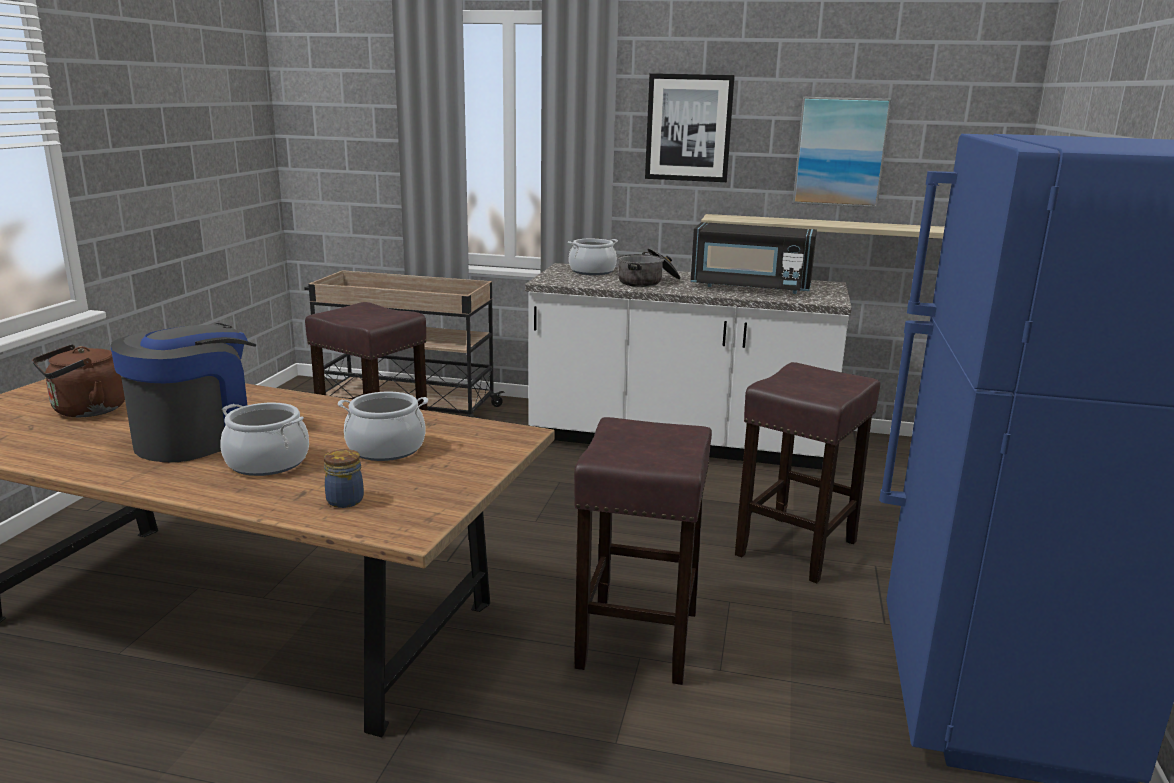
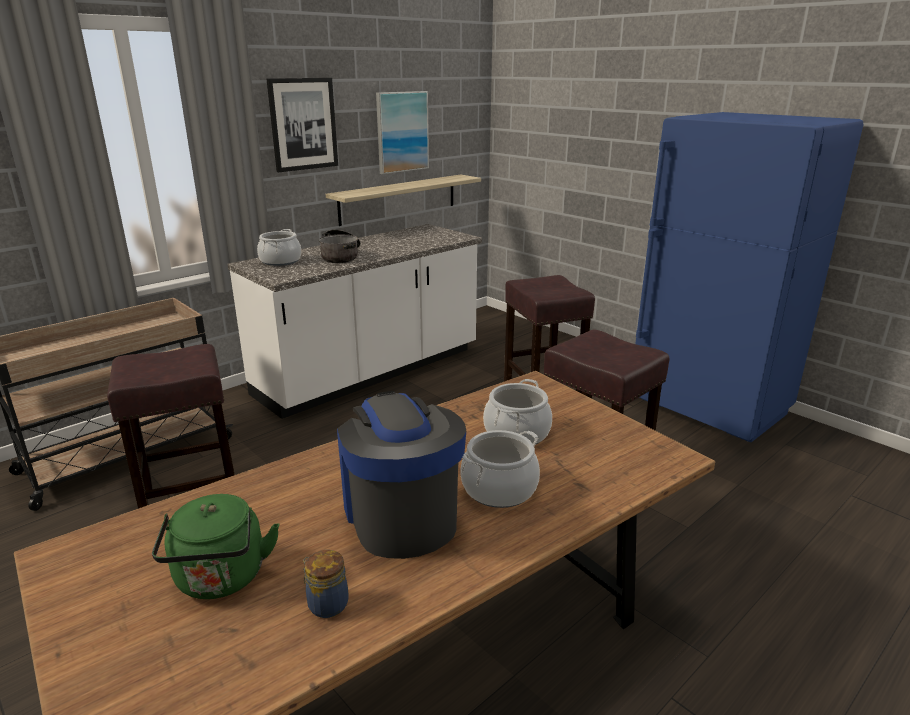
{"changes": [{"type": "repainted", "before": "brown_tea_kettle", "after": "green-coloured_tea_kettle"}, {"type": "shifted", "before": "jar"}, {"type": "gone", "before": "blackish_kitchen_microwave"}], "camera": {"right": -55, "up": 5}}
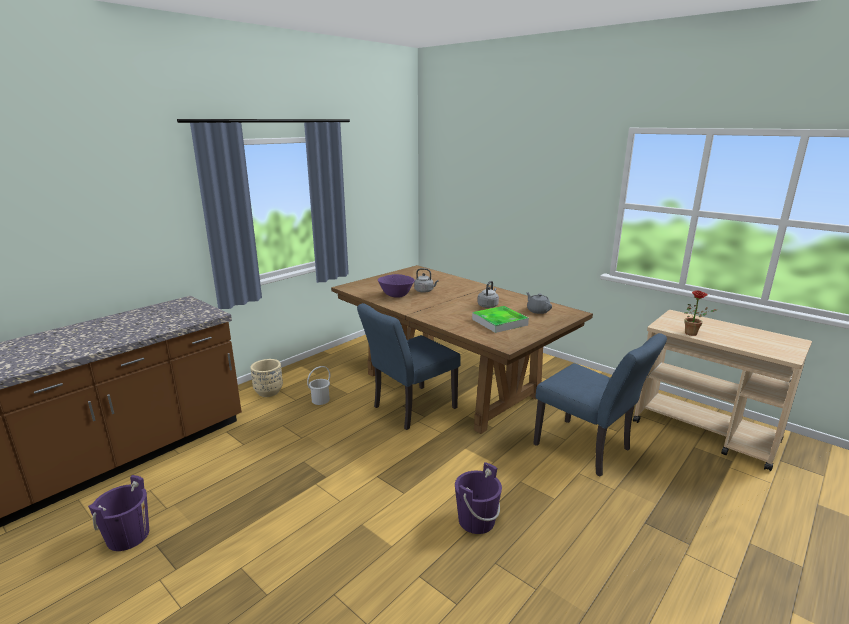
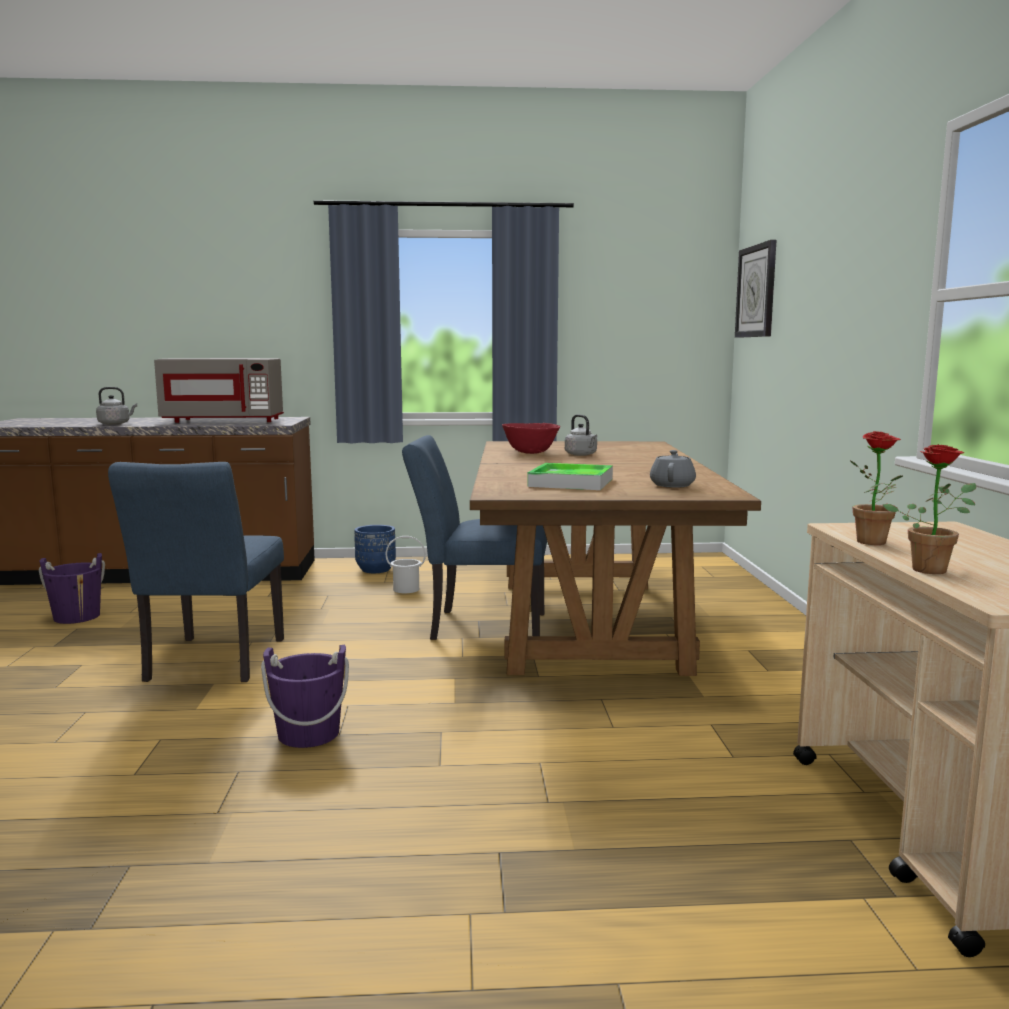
{"changes": [{"type": "shifted", "before": "greyish_tea_kettle (no. 2 from left in the first image)", "after": "greyish_tea_kettle (no. 1 from left)"}, {"type": "shifted", "before": "bluish_chair (no. 2 from left in the first image)", "after": "bluish_chair (no. 1 from left)"}, {"type": "new", "after": "greyish_kitchen_microwave"}, {"type": "repainted", "before": "beige_plant_pot", "after": "bluish_plant_pot"}, {"type": "repainted", "before": "purple_serving_bowl", "after": "red_serving_bowl"}, {"type": "new", "after": "wall_clock"}, {"type": "new", "after": "plant_in_a_pot (no. 2 from left)"}], "camera": {"right": 45, "up": -10}}
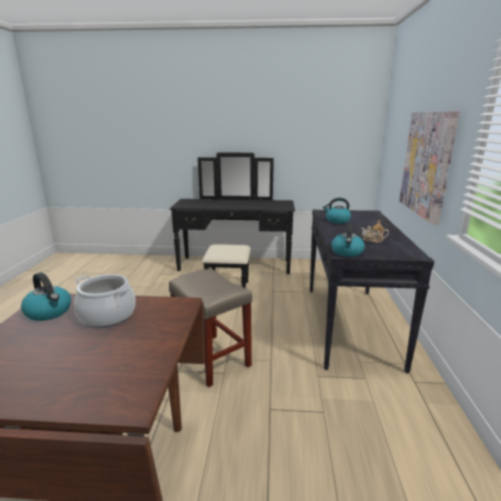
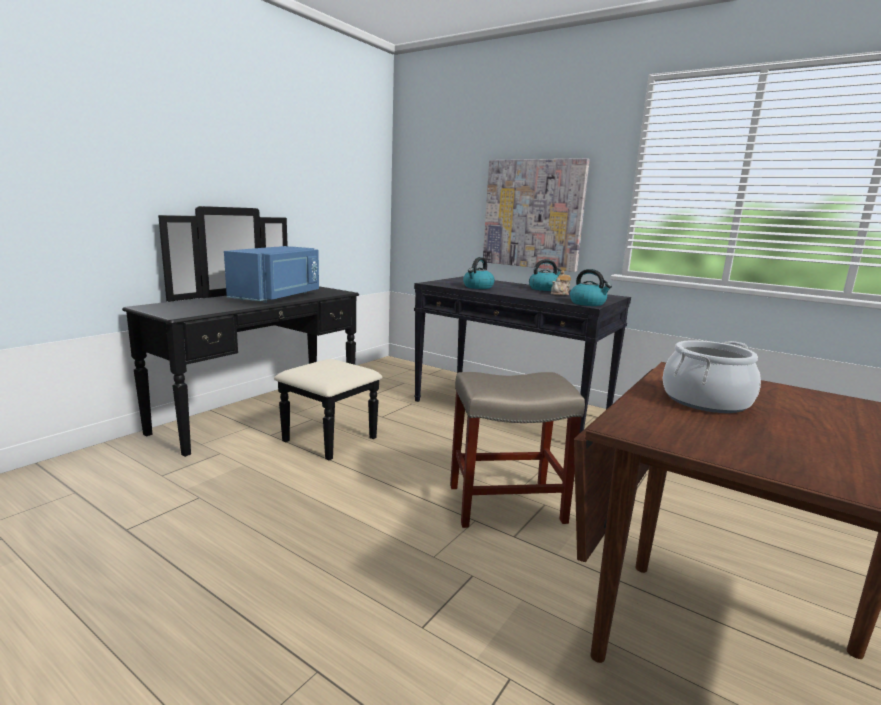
{"changes": [{"type": "new", "after": "bluish_kitchen_microwave"}, {"type": "shifted", "before": "tea_kettle (no. 1 from left in the first image)", "after": "tea_kettle (no. 2 from left)"}], "camera": {"right": -60, "up": -5}}
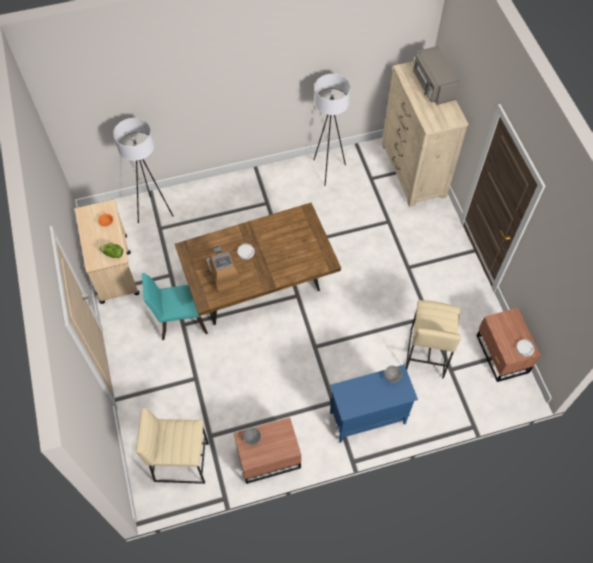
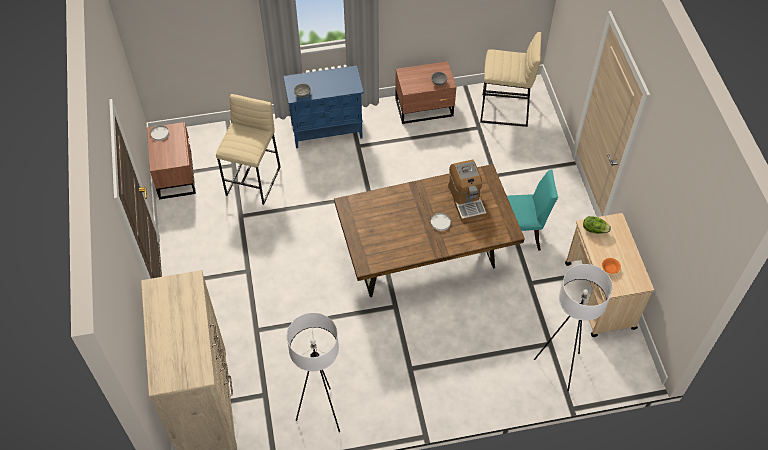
{"changes": [{"type": "gone", "before": "greyish_kitchen_microwave"}], "camera": {"right": -175, "up": -5}}
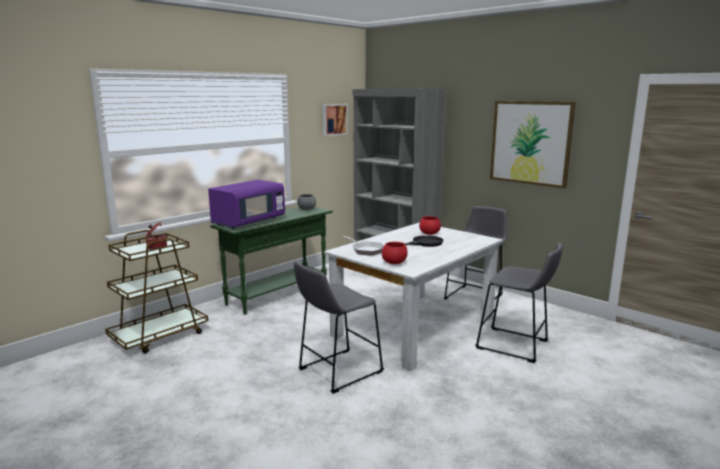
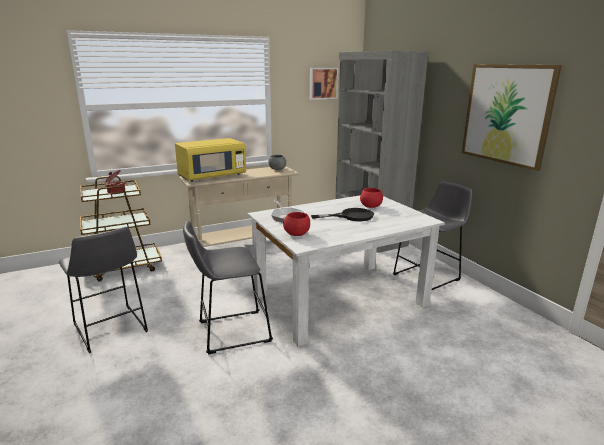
{"changes": [{"type": "shifted", "before": "greyish_sitting_stool (no. 3 from left in the first image)", "after": "greyish_sitting_stool (no. 1 from left)"}, {"type": "repainted", "before": "purple_kitchen_microwave", "after": "yellowish_kitchen_microwave"}, {"type": "repainted", "before": "green-coloured_hall_table", "after": "beige_hall_table"}], "camera": {"right": 20, "up": 5}}
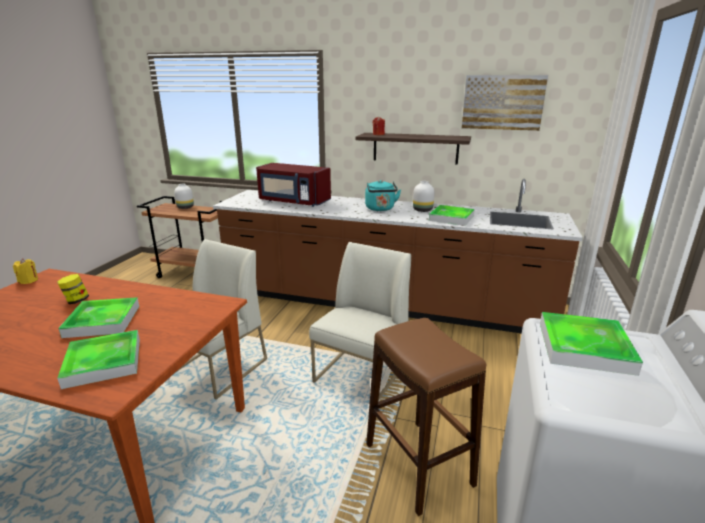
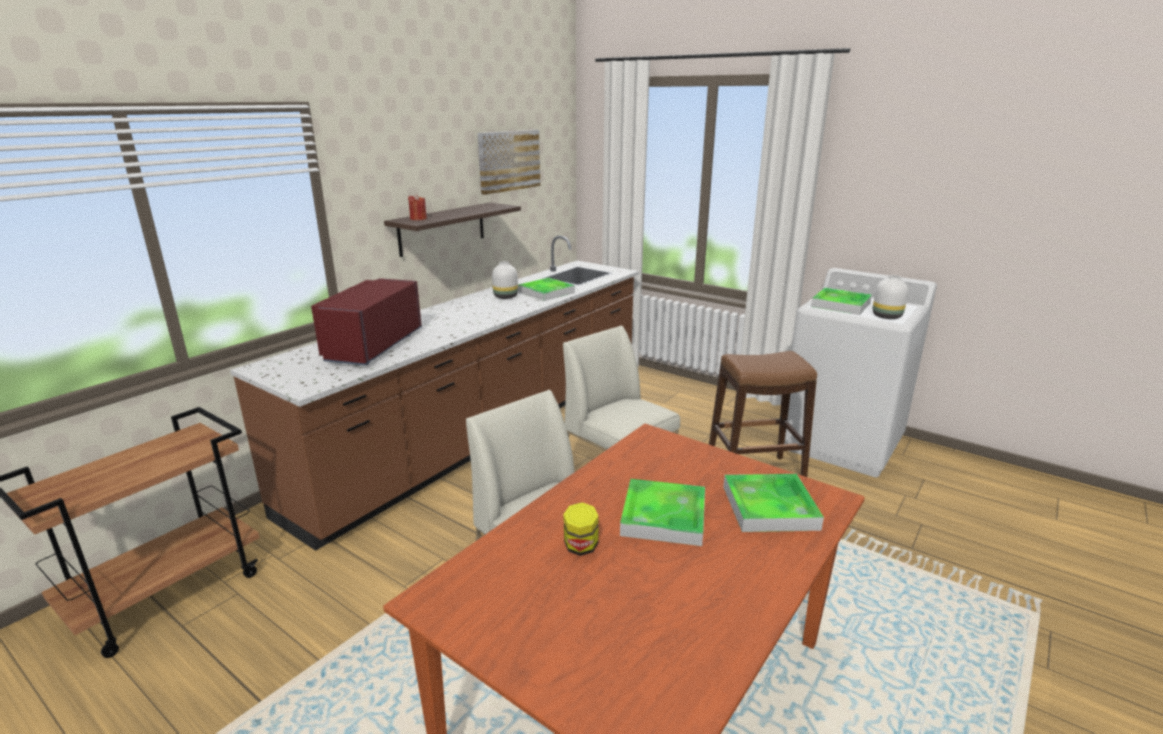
{"changes": [{"type": "rotated", "before": "red_kitchen_microwave", "turn": 150}, {"type": "shifted", "before": "white_flower_vase (no. 1 from left in the first image)", "after": "white_flower_vase (no. 2 from left)"}, {"type": "gone", "before": "yellowish_wax_light"}, {"type": "gone", "before": "turquoise_tea_kettle"}], "camera": {"right": -70, "up": 0}}
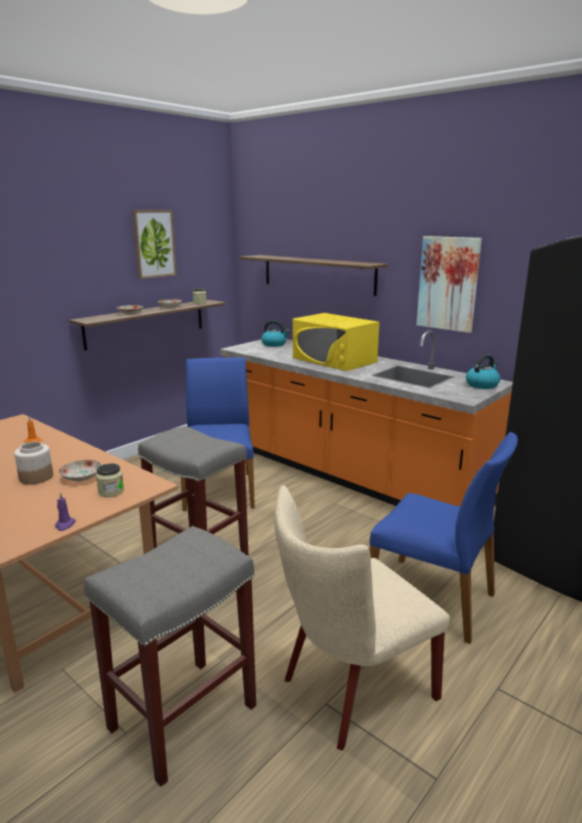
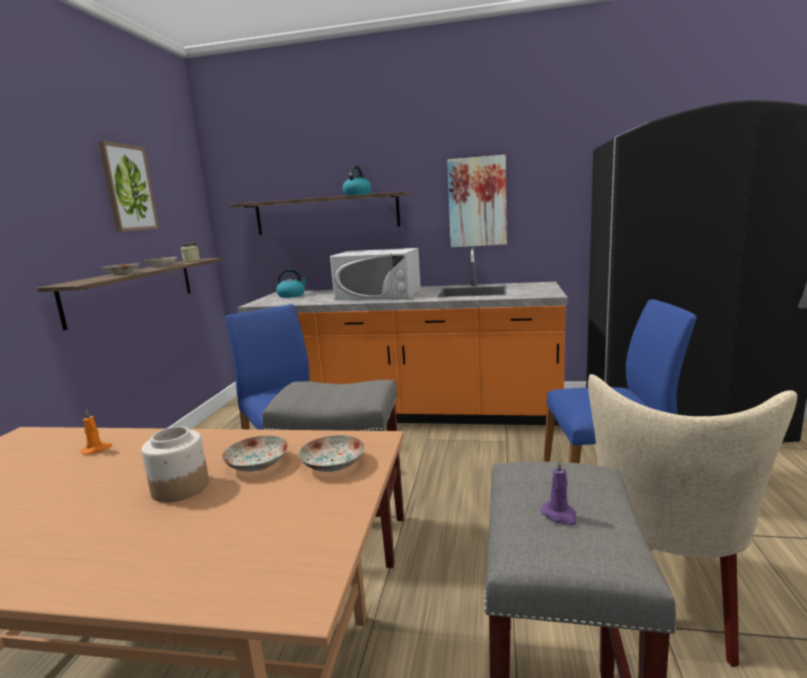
{"changes": [{"type": "swapped", "before": "jar (no. 2 from left)", "after": "dinner_plate (no. 4 from left)"}, {"type": "repainted", "before": "yellowish_kitchen_microwave", "after": "white_kitchen_microwave"}, {"type": "shifted", "before": "tea_kettle (no. 2 from left)"}, {"type": "shifted", "before": "purple_wax_light"}], "camera": {"right": -30, "up": -5}}
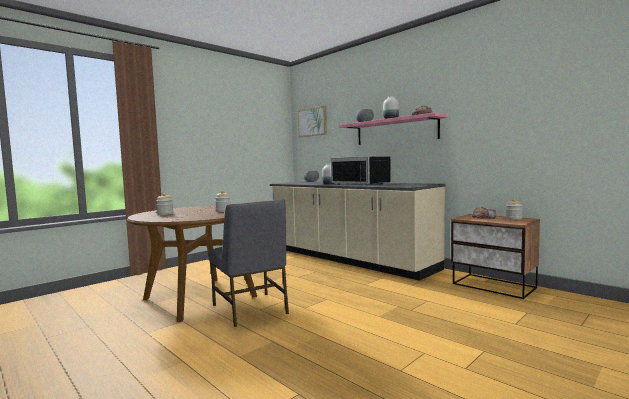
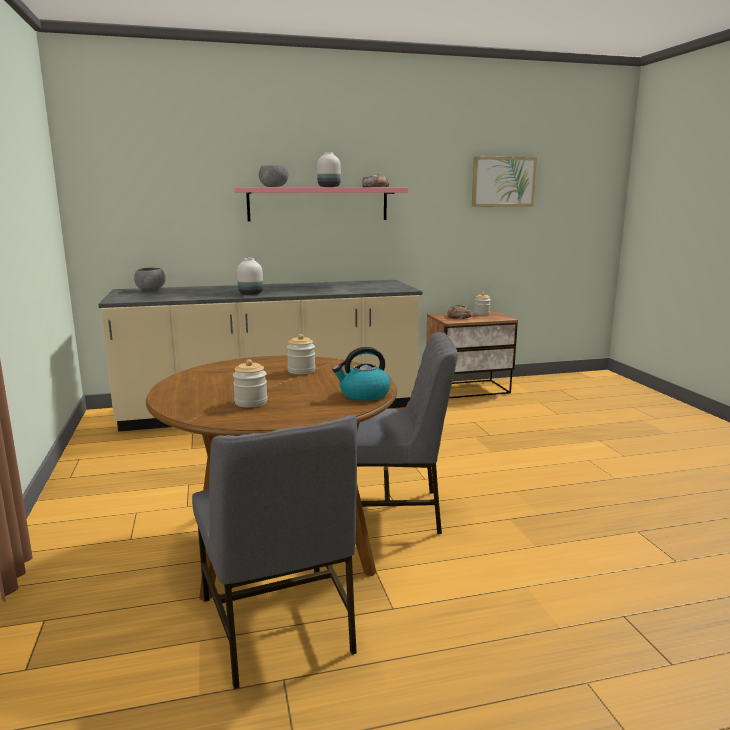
{"changes": [{"type": "new", "after": "greyish_chair (no. 1 from left)"}, {"type": "new", "after": "tea_kettle"}, {"type": "shifted", "before": "wall_art"}, {"type": "gone", "before": "blackish_kitchen_microwave"}], "camera": {"right": -60, "up": 10}}
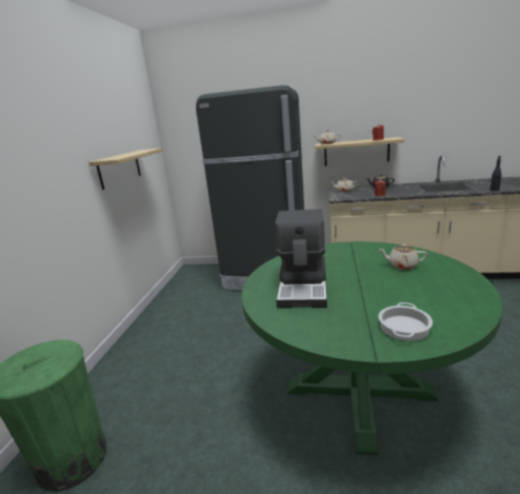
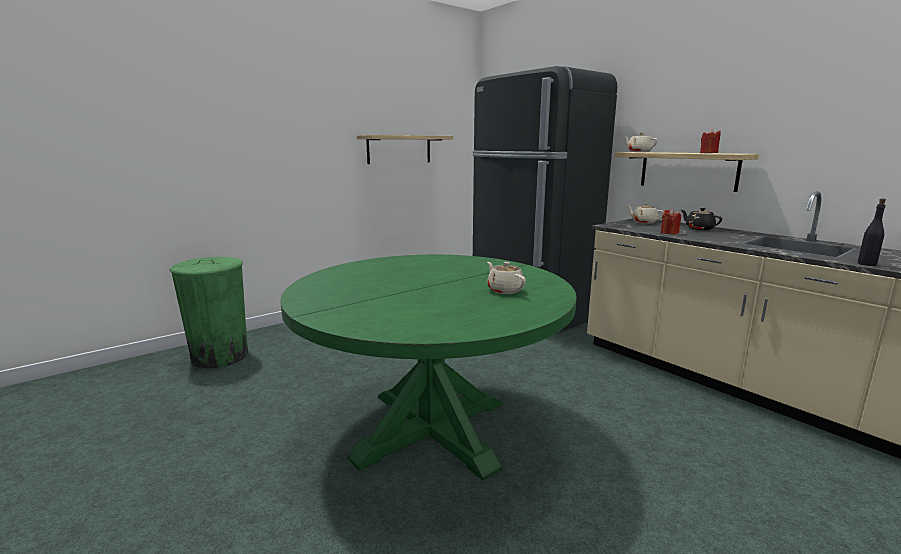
{"changes": [{"type": "gone", "before": "coffee_brewer"}, {"type": "gone", "before": "stockpot"}], "camera": {"right": 40, "up": -5}}
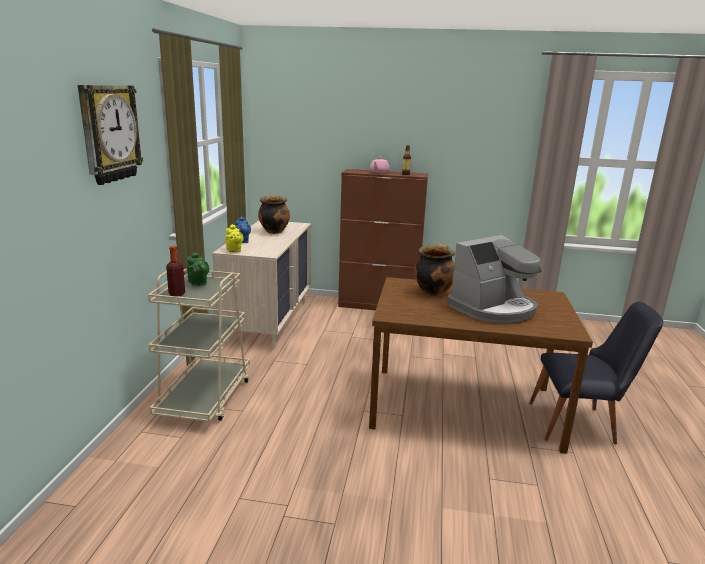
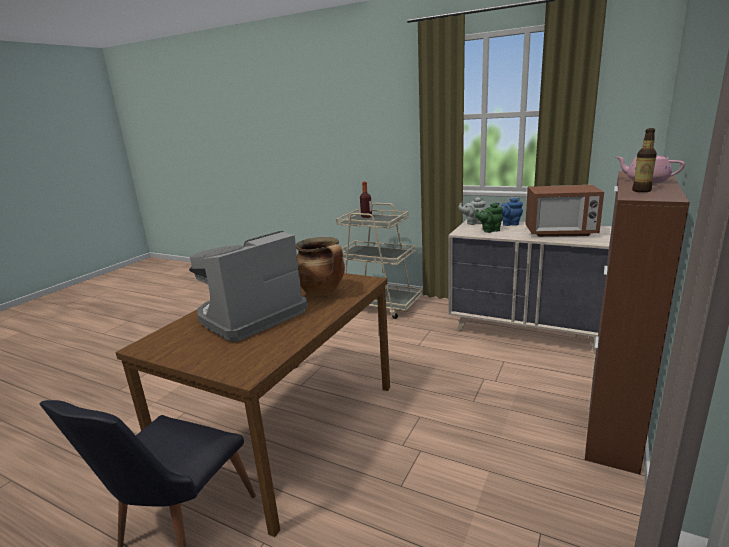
{"changes": [{"type": "rotated", "before": "coffee_brewer", "turn": 60}, {"type": "repainted", "before": "yellowish_tea_pot", "after": "greyish_tea_pot"}, {"type": "shifted", "before": "green-coloured_tea_pot"}, {"type": "swapped", "before": "stockpot (no. 1 from left)", "after": "kitchen_microwave"}, {"type": "gone", "before": "wall_clock"}], "camera": {"right": 110, "up": 0}}
